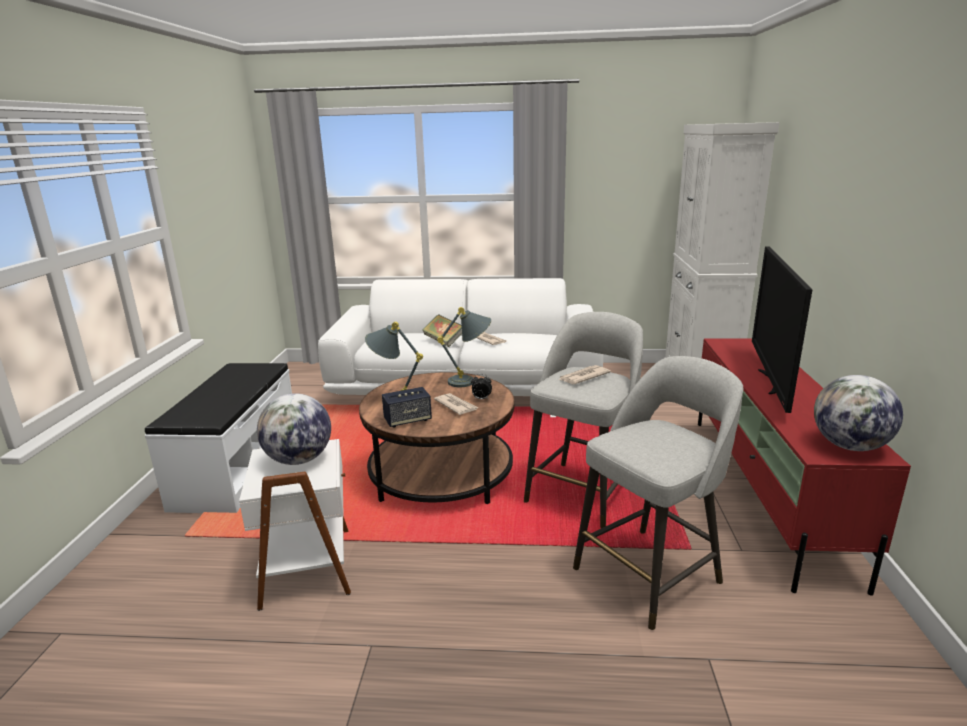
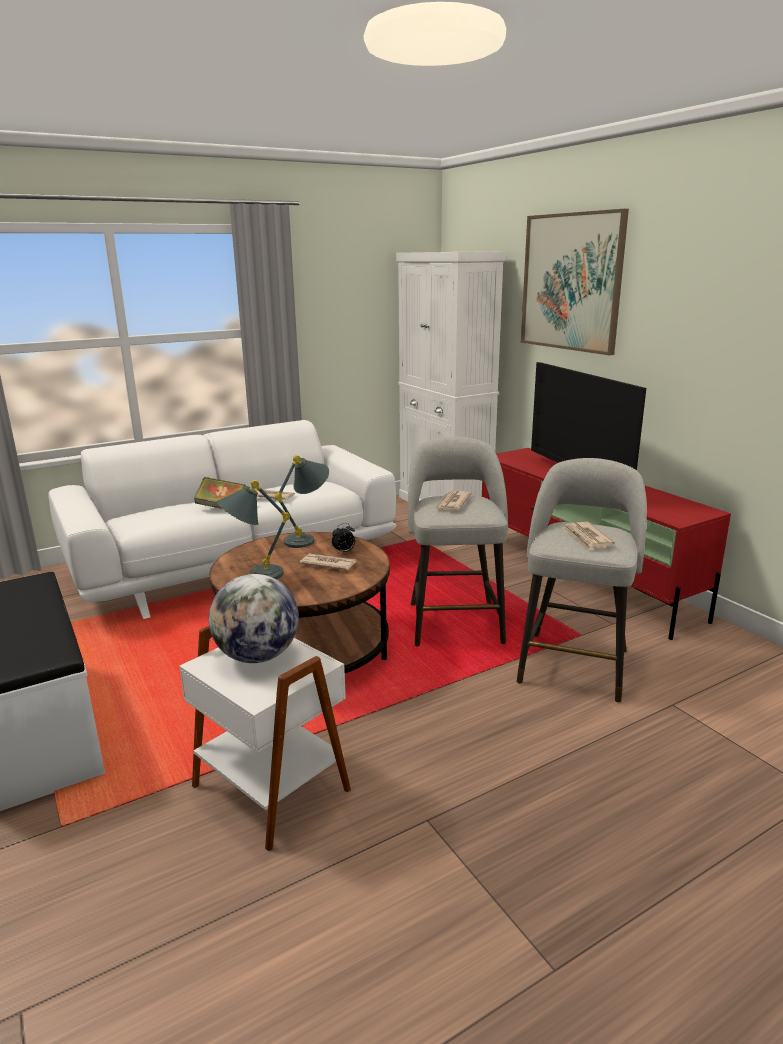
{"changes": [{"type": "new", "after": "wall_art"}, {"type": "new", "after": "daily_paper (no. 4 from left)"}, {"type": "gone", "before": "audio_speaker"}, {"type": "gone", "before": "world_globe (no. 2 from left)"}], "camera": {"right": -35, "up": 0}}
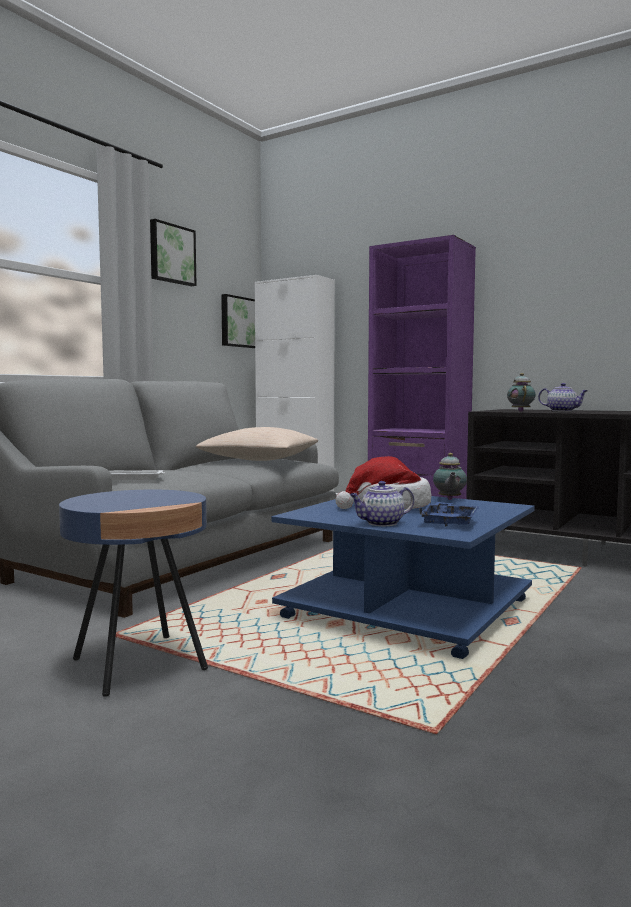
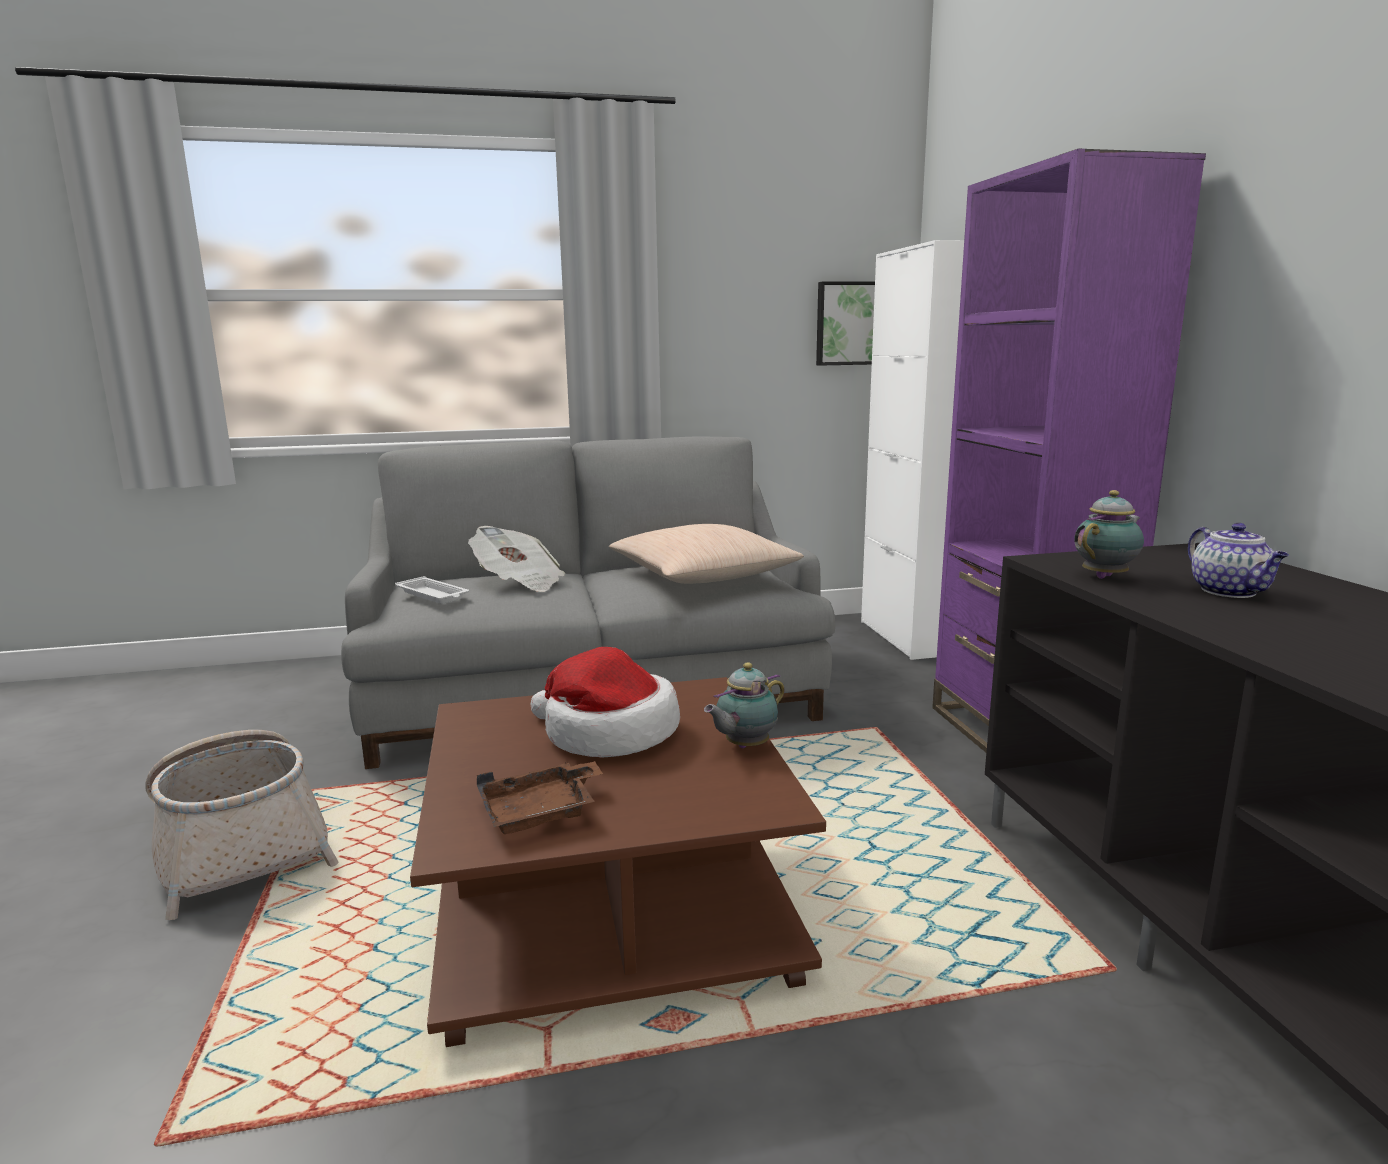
{"changes": [{"type": "swapped", "before": "bluish_end_table", "after": "household_basket"}, {"type": "repainted", "before": "bluish_lounge_table", "after": "brown_lounge_table"}, {"type": "new", "after": "daily_paper"}, {"type": "repainted", "before": "bluish_serving_tray", "after": "brown_serving_tray"}, {"type": "gone", "before": "wall_art (no. 1 from left)"}, {"type": "gone", "before": "tea_pot (no. 1 from left)"}], "camera": {"right": 45, "up": 10}}
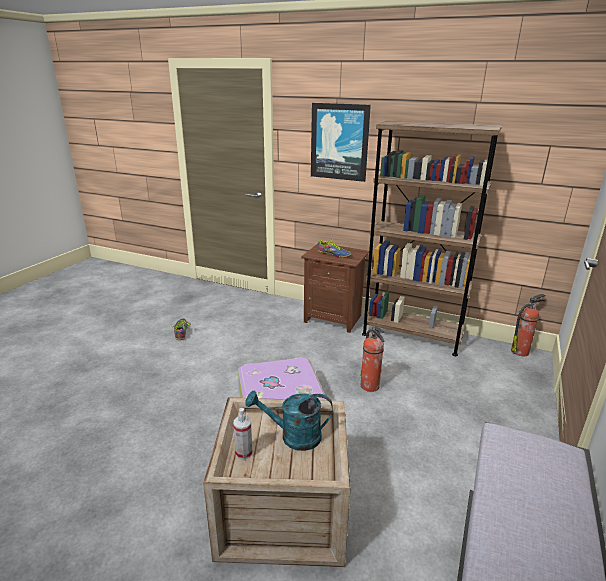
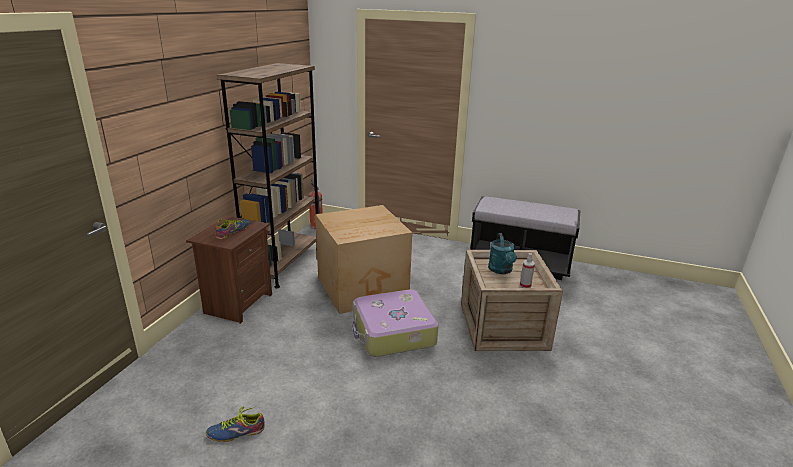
{"changes": [{"type": "swapped", "before": "fire_extinguisher (no. 1 from left)", "after": "cardboard_box"}, {"type": "gone", "before": "wall_art"}], "camera": {"right": -95, "up": 0}}
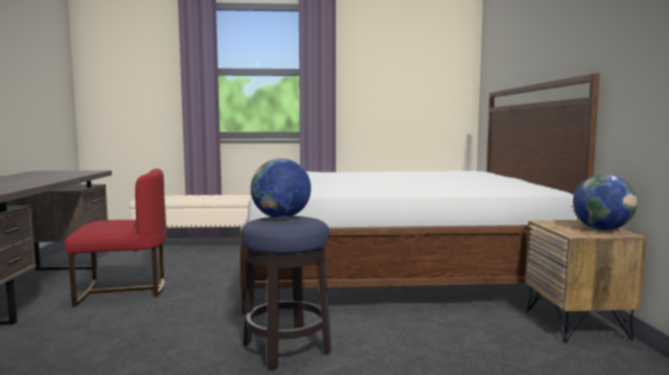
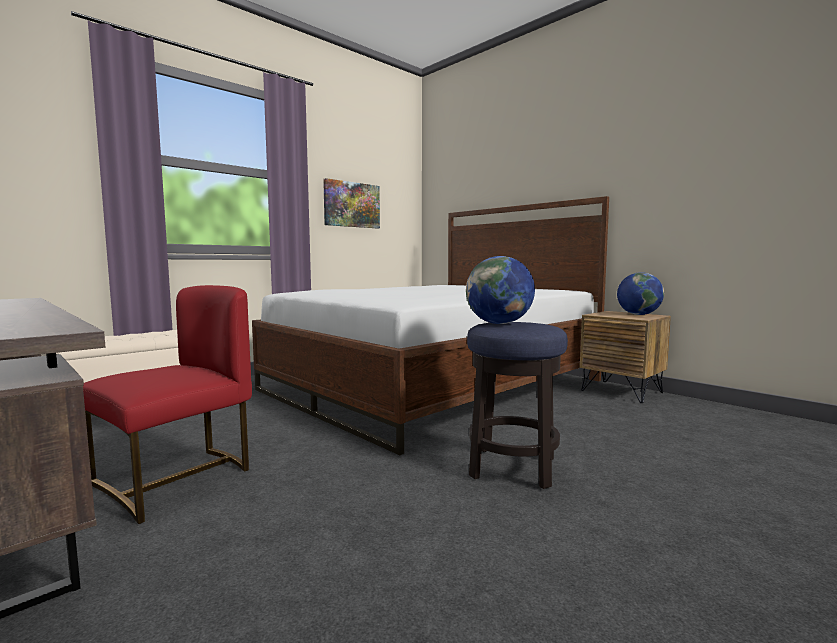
{"changes": [{"type": "new", "after": "wall_art"}], "camera": {"right": -40, "up": 0}}
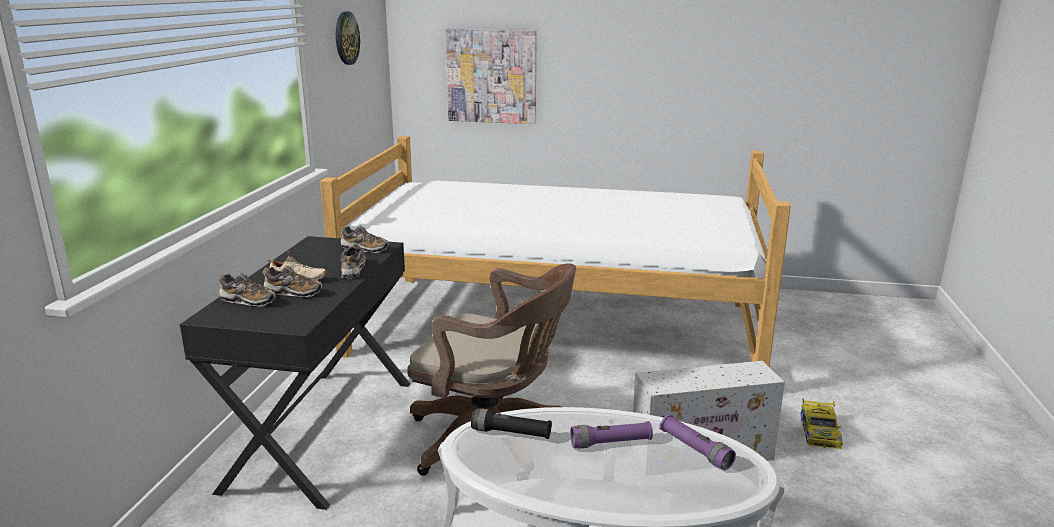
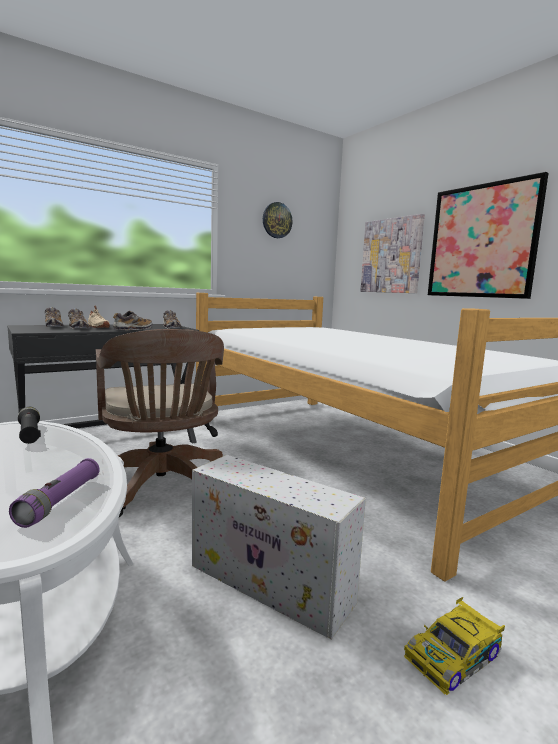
{"changes": [{"type": "new", "after": "wall_art (no. 2 from left)"}, {"type": "gone", "before": "purple_flashlight (no. 1 from left)"}], "camera": {"right": 45, "up": -10}}
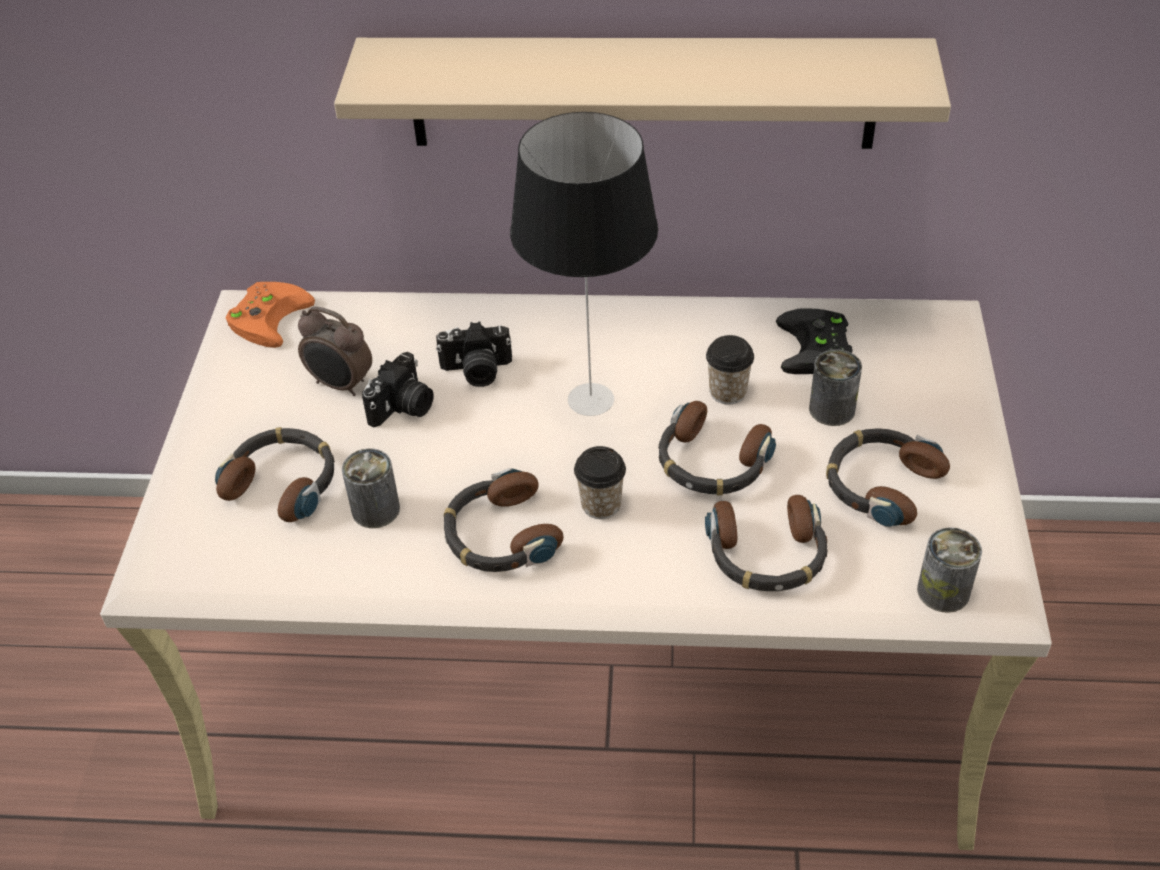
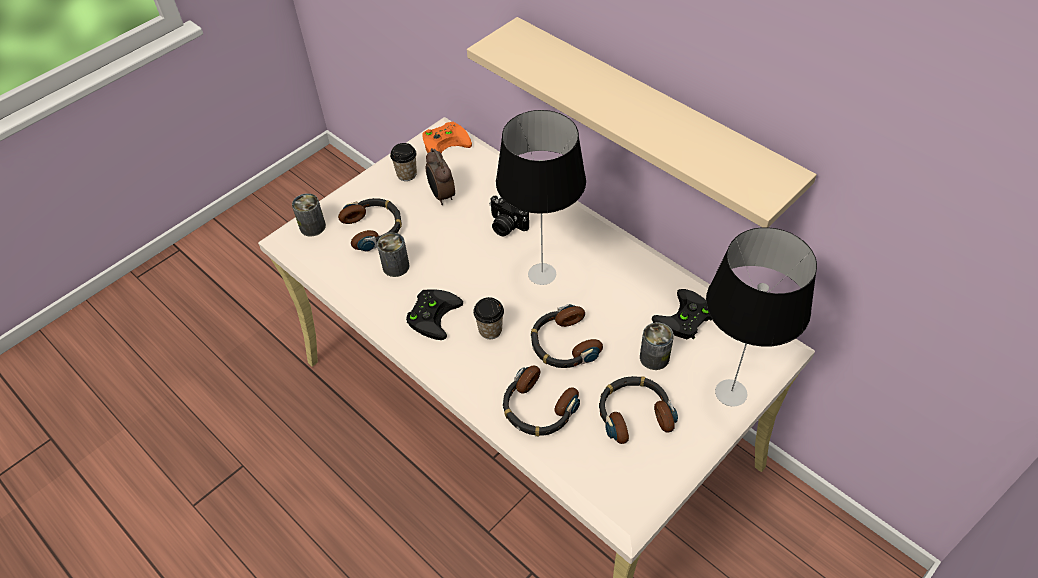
{"changes": [{"type": "shifted", "before": "metal_can (no. 3 from left in the first image)", "after": "metal_can (no. 1 from left)"}, {"type": "shifted", "before": "drinking_cup (no. 2 from left in the first image)", "after": "drinking_cup (no. 1 from left)"}, {"type": "swapped", "before": "headphones (no. 2 from left)", "after": "blackish_game_controller (no. 1 from left)"}, {"type": "new", "after": "table_lamp (no. 2 from left)"}, {"type": "gone", "before": "still_camera (no. 1 from left)"}], "camera": {"right": 40, "up": 5}}
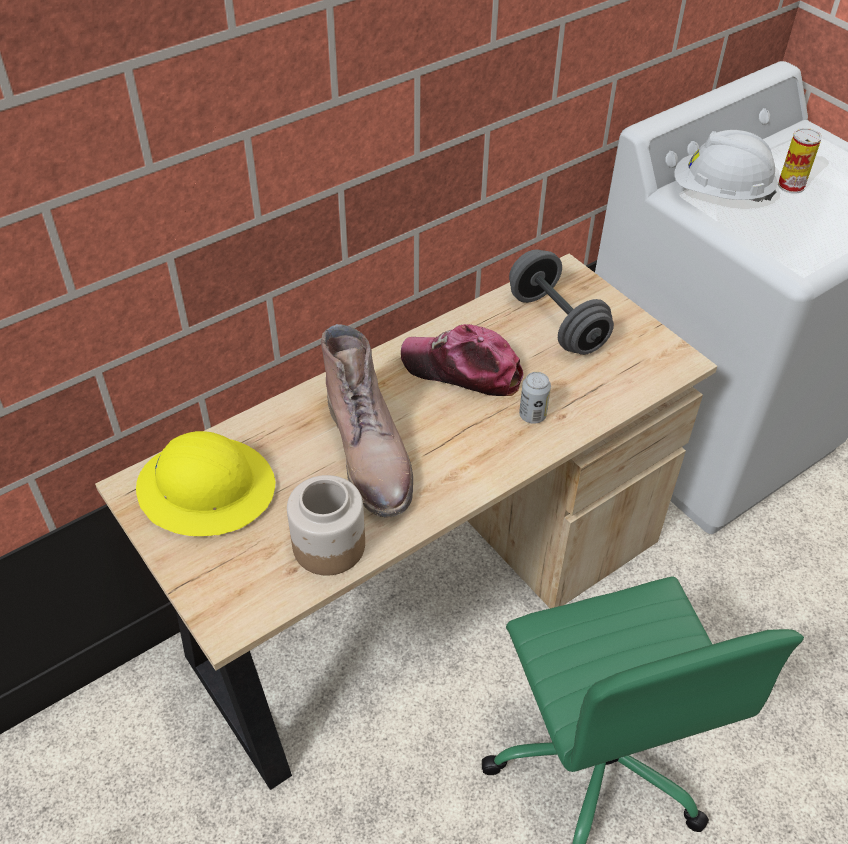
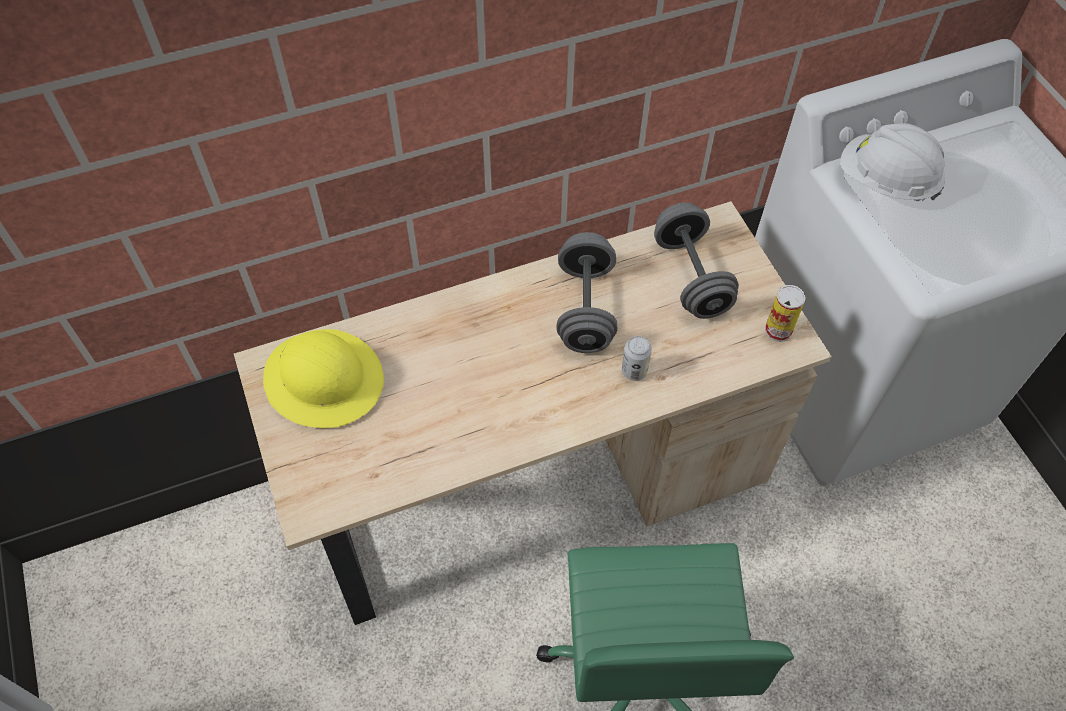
{"changes": [{"type": "swapped", "before": "peaked_cap", "after": "greyish_free_weight (no. 1 from left)"}, {"type": "shifted", "before": "metal_can (no. 2 from left)"}, {"type": "gone", "before": "jar"}, {"type": "gone", "before": "brown_high-top_boot"}], "camera": {"right": 15, "up": 10}}
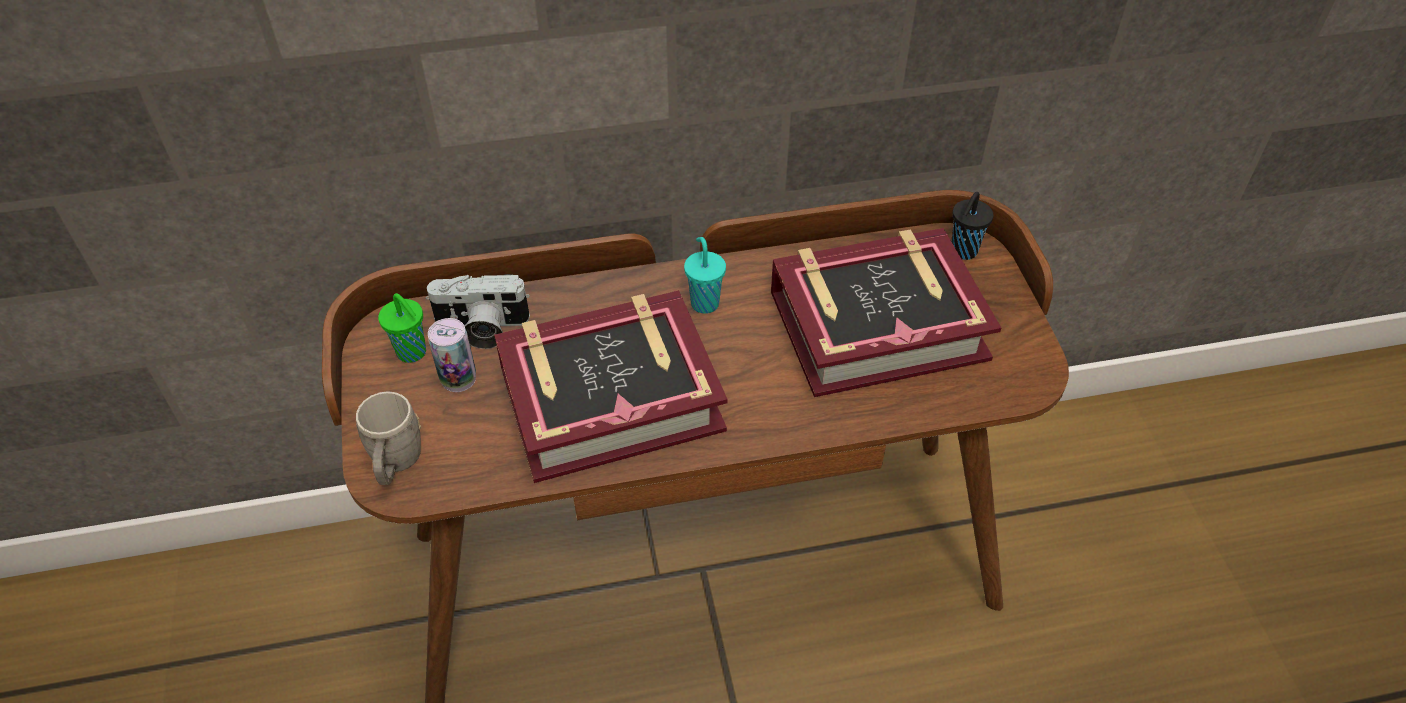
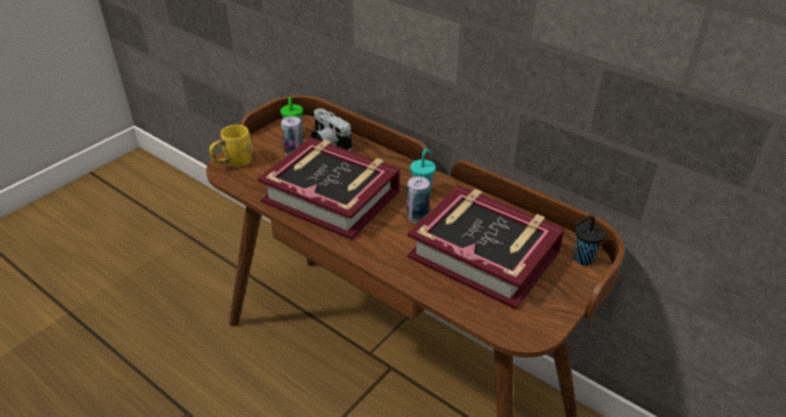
{"changes": [{"type": "repainted", "before": "greyish_tea_mug", "after": "yellowish_tea_mug"}, {"type": "new", "after": "metal_can (no. 2 from left)"}], "camera": {"right": 50, "up": -10}}
